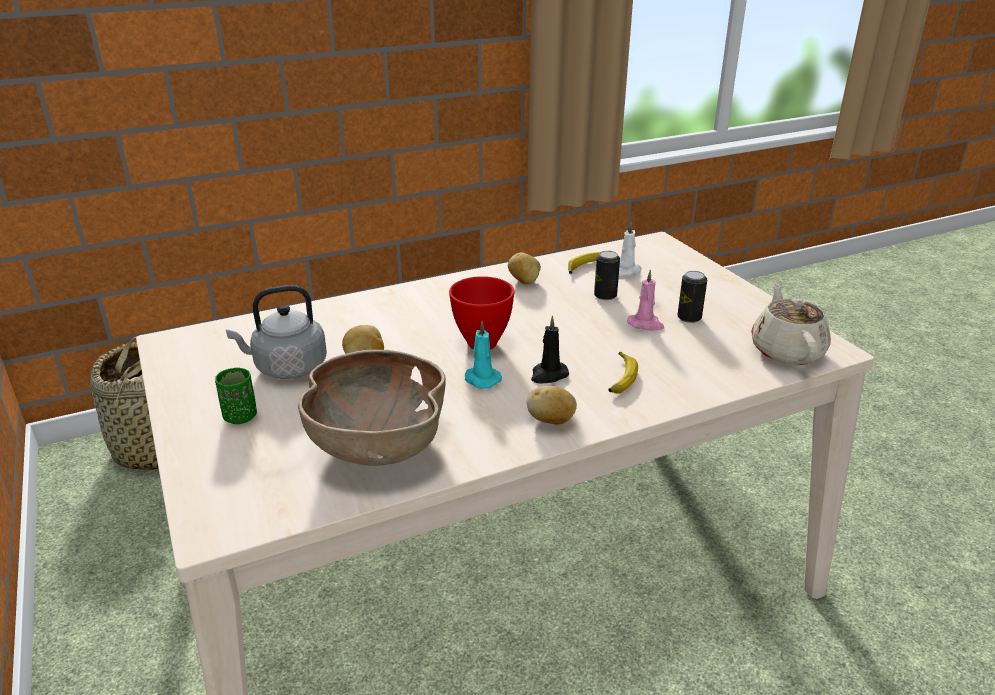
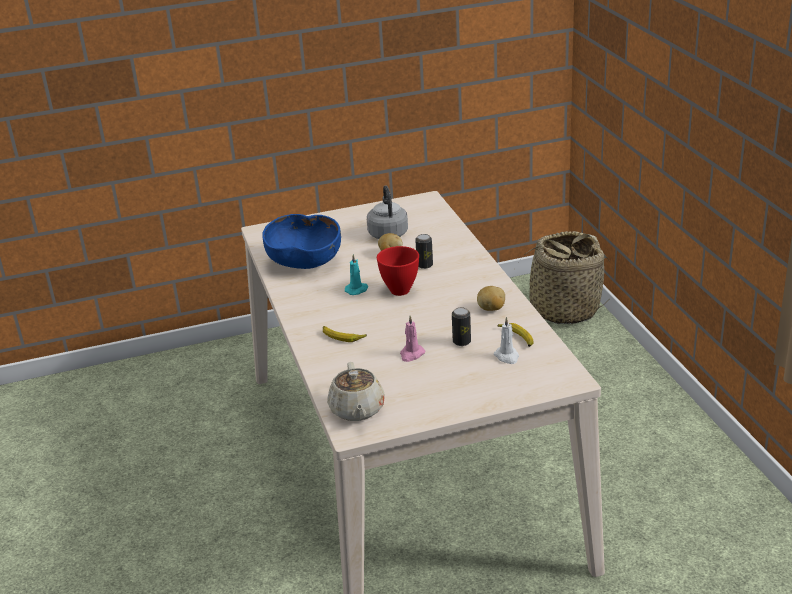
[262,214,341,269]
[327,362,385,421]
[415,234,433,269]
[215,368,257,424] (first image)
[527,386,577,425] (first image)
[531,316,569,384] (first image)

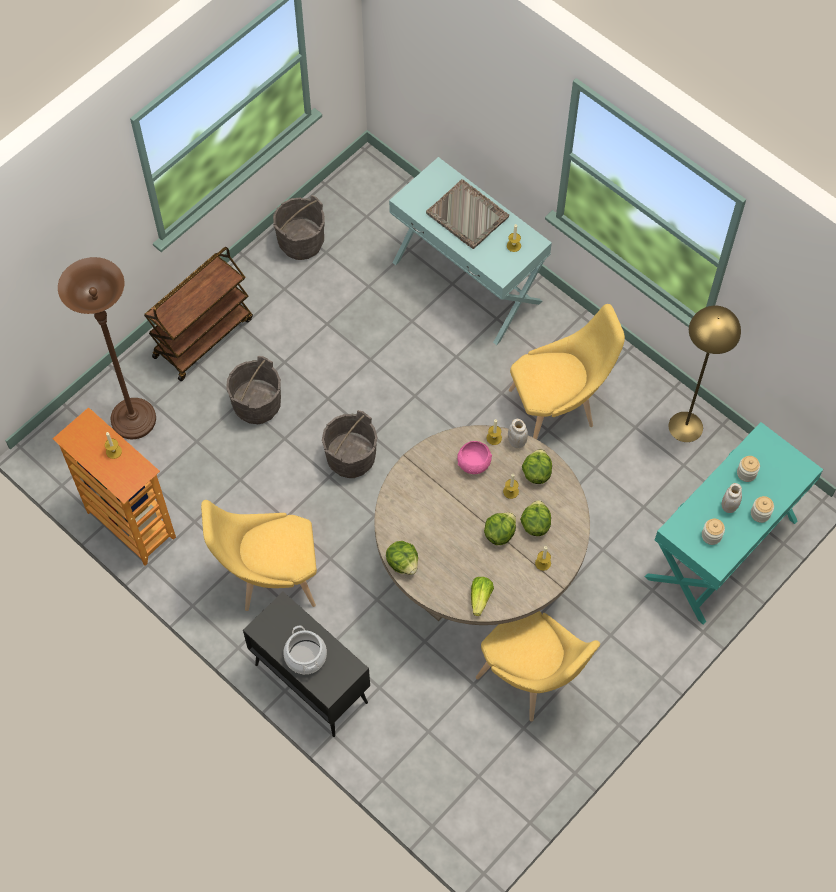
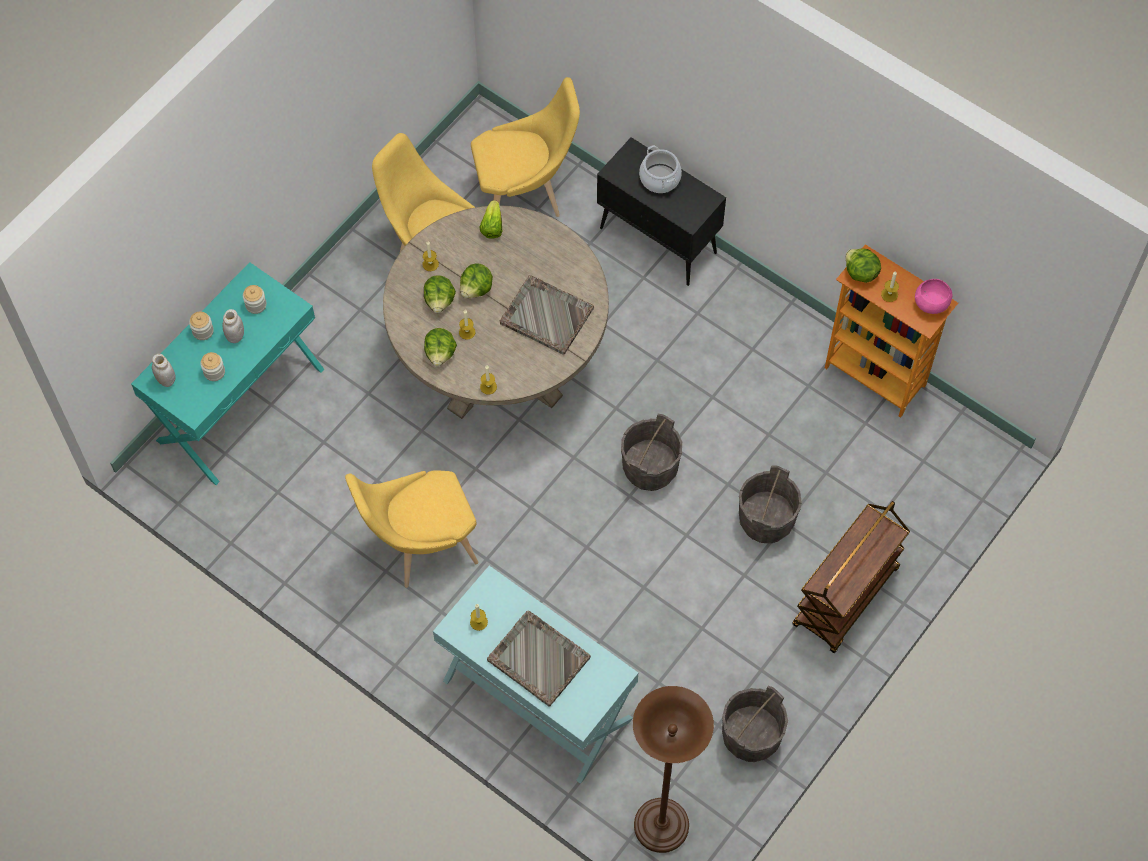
[152,354,175,387]
[471,77,580,217]
[500,275,594,355]
[633,686,714,853]
[845,249,881,283]
[915,279,953,314]
[668,306,741,442] (first image)

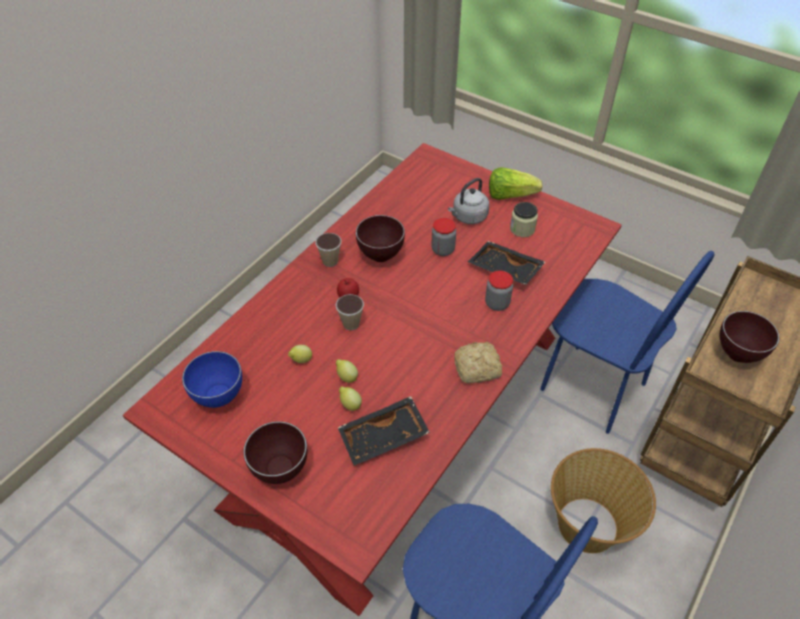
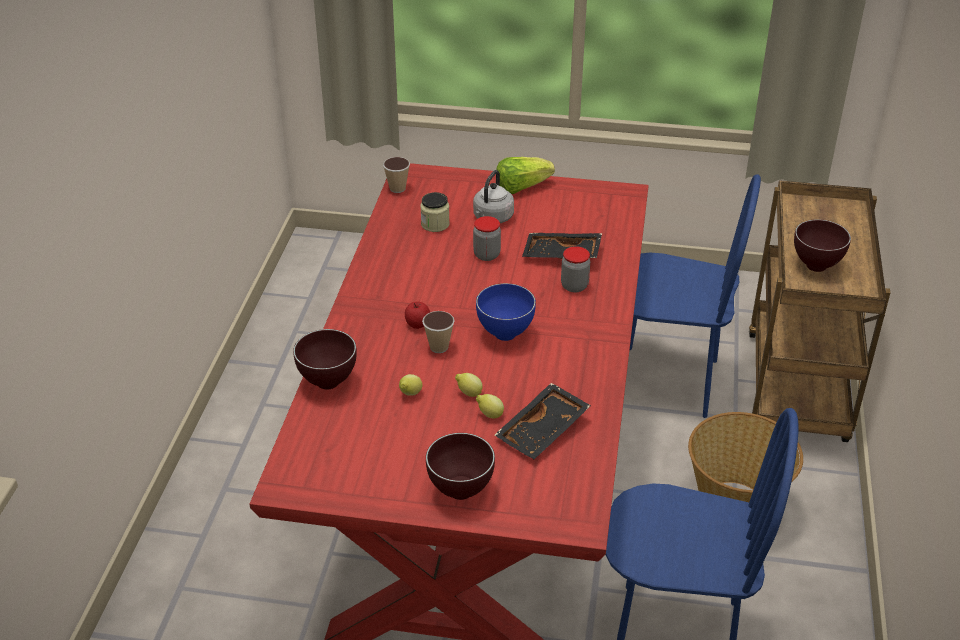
[293,329,357,389]
[383,157,410,193]
[420,192,450,232]
[476,283,536,341]
[454,342,502,383] (first image)

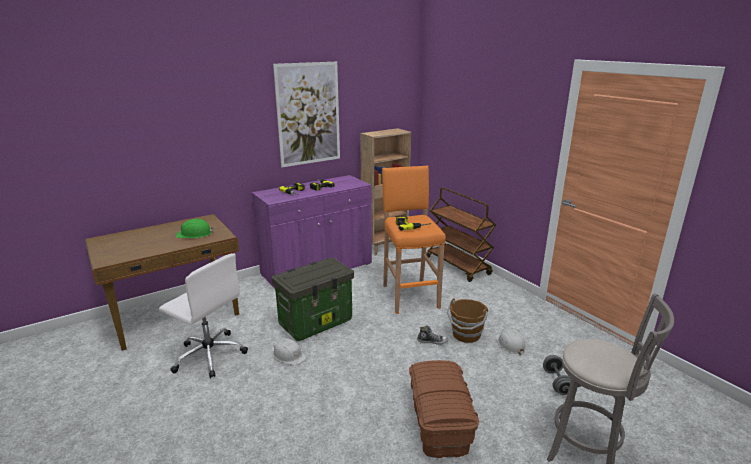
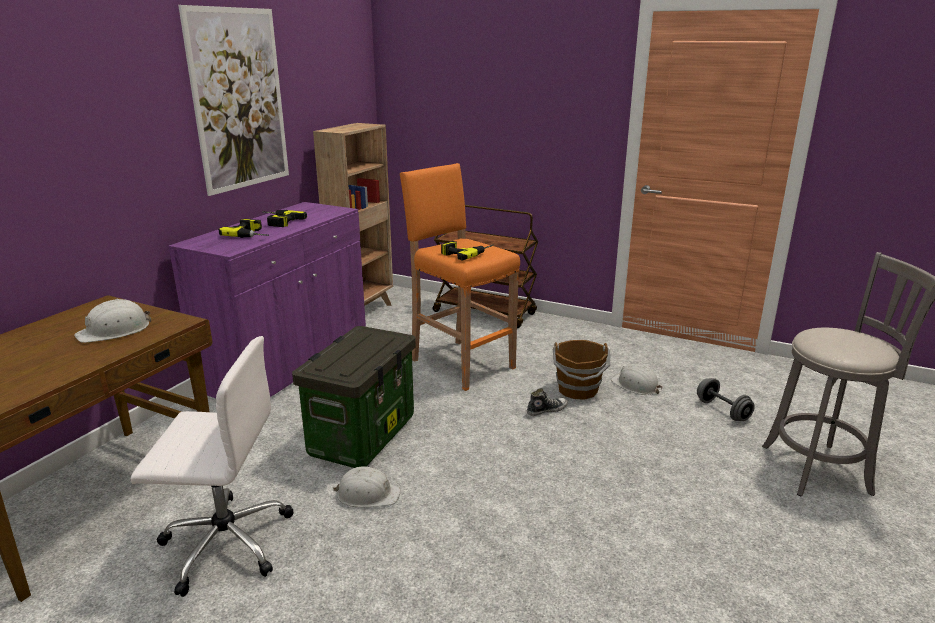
[74,299,151,343]
[409,360,479,458] (first image)

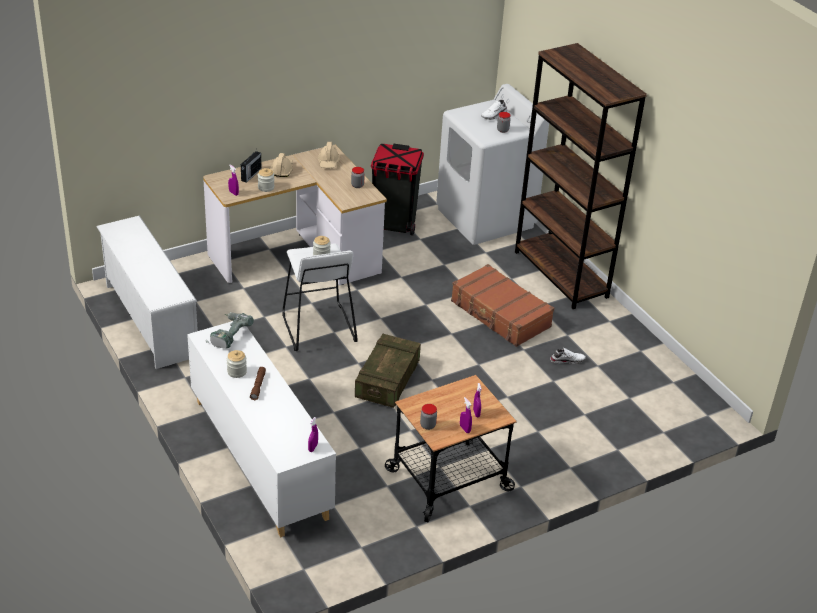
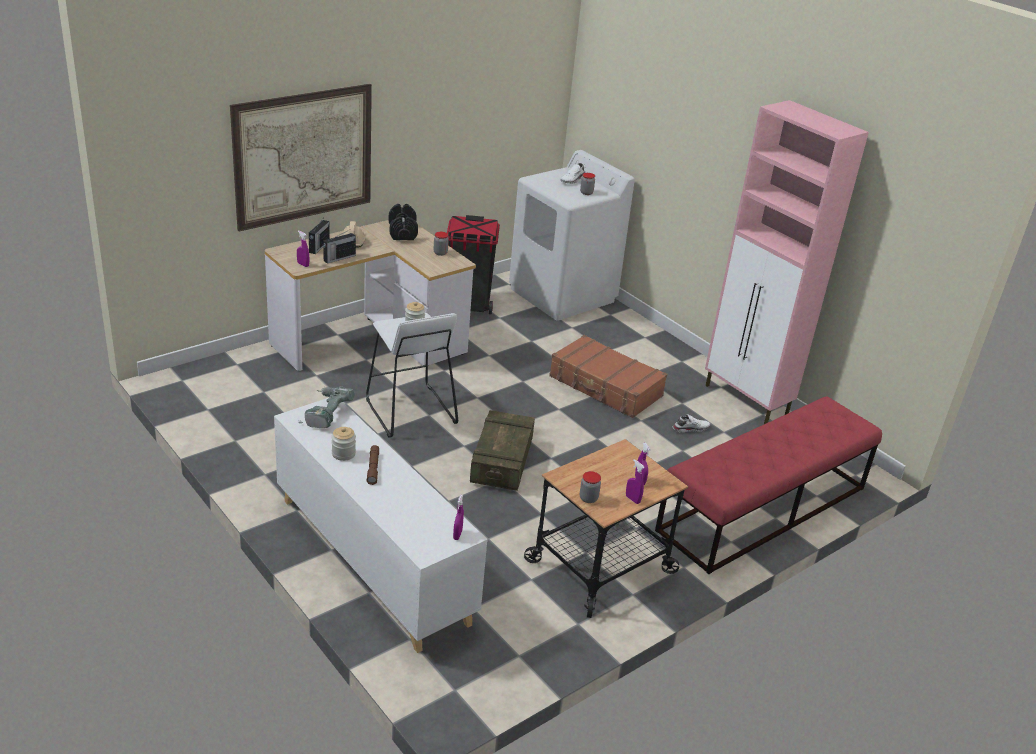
[230,84,372,231]
[323,230,356,264]
[389,204,418,240]
[655,396,882,574]
[705,100,869,424]
[96,216,198,369] (first image)
[515,43,647,309] (first image)

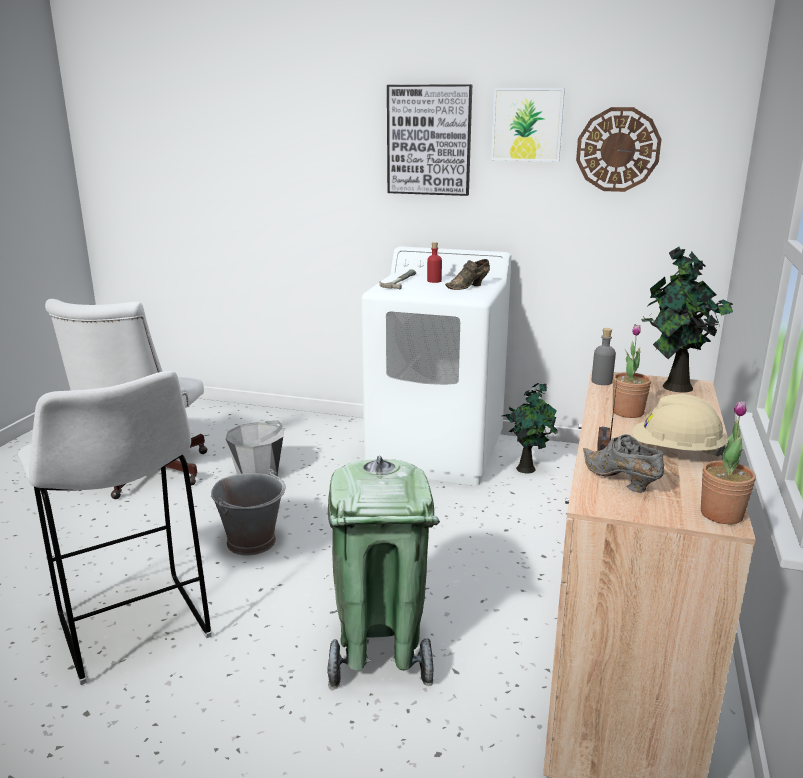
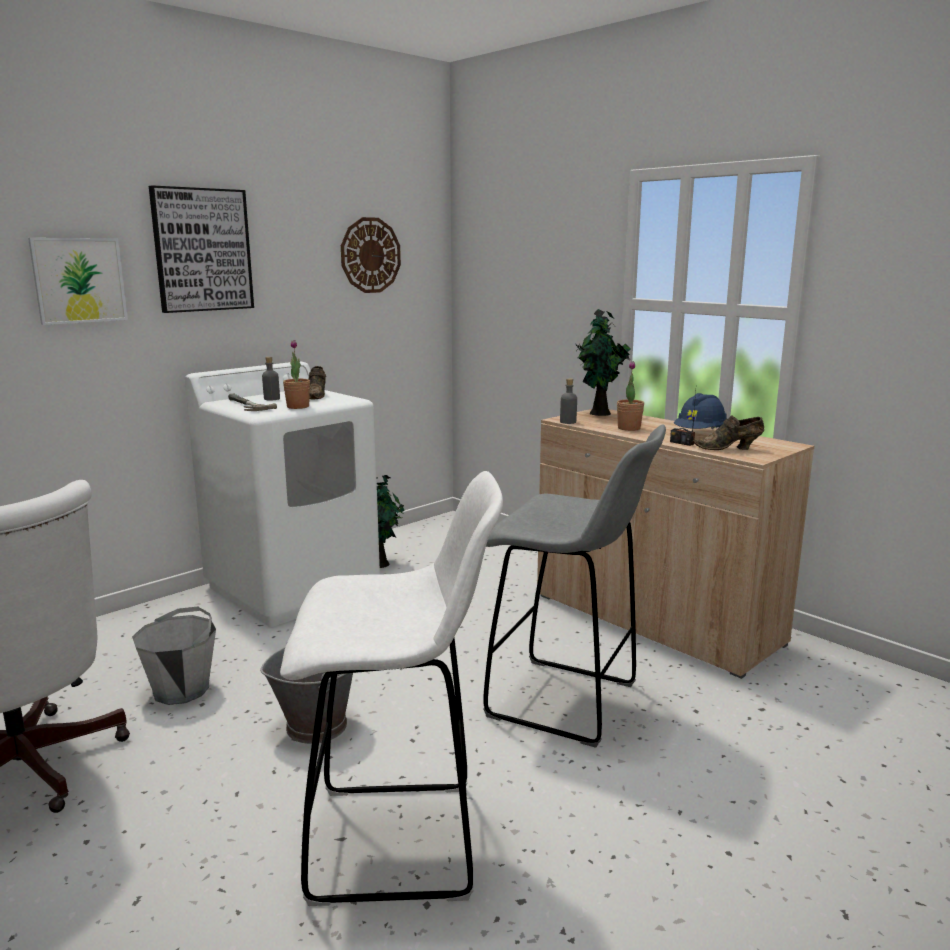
[28,238,128,325]
[262,357,280,400]
[283,340,310,409]
[483,425,666,748]
[674,393,726,429]
[693,415,764,450]

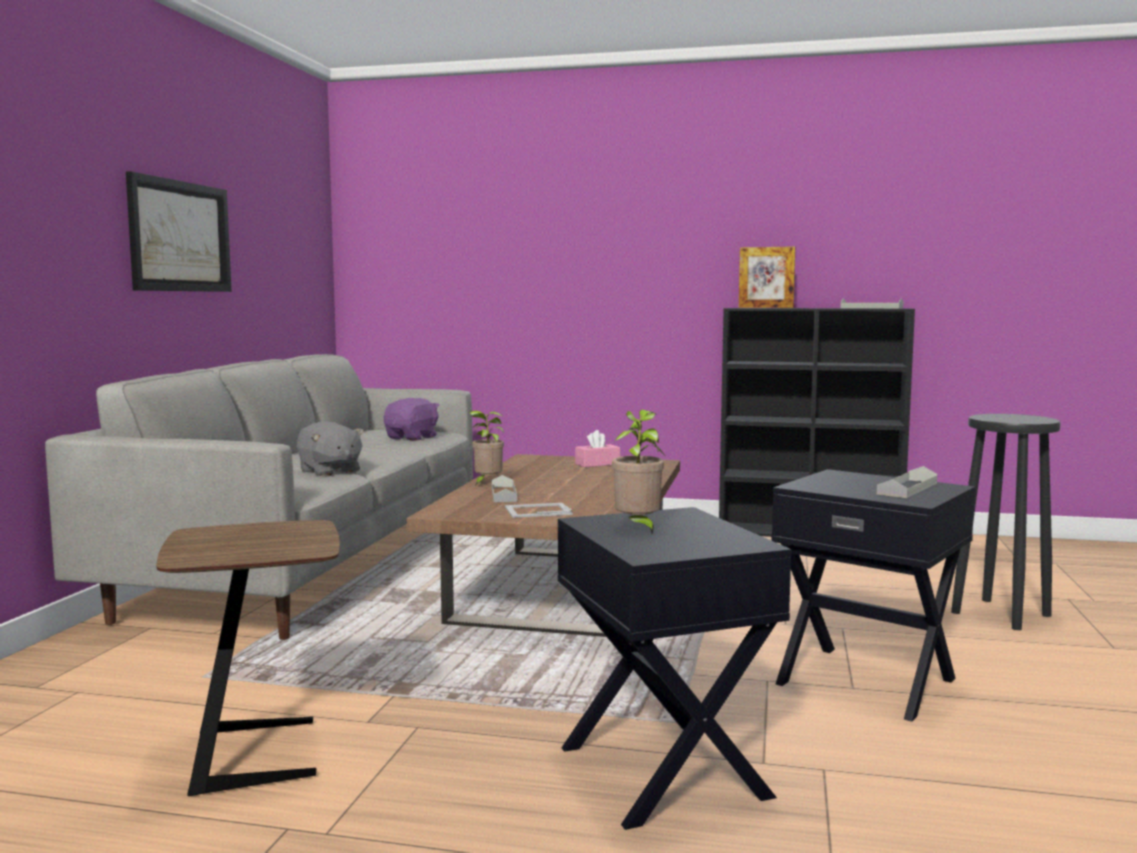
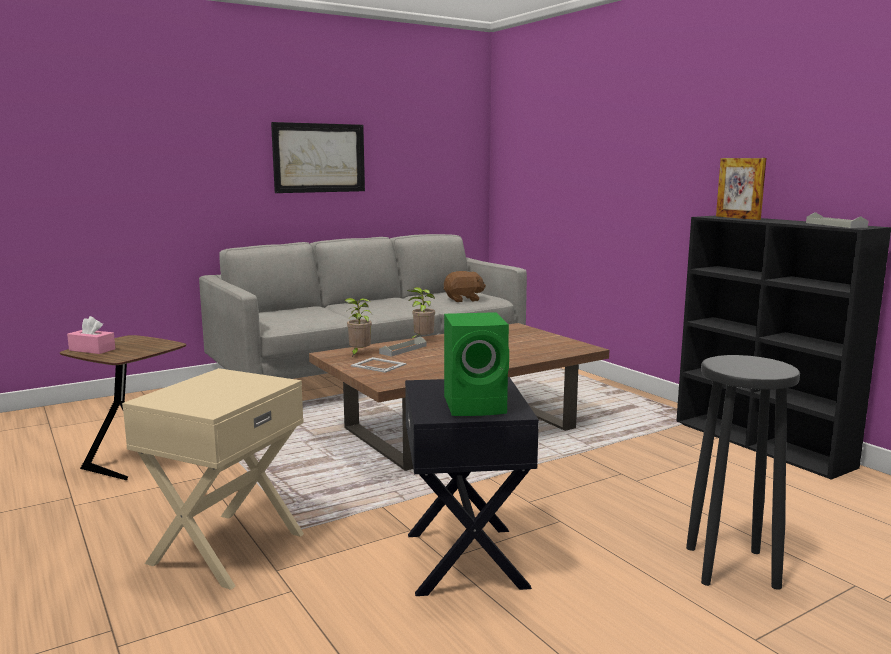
[67,316,115,354]
[122,368,304,590]
[345,298,372,357]
[444,271,486,302]
[444,312,509,416]
[297,421,364,477] (first image)

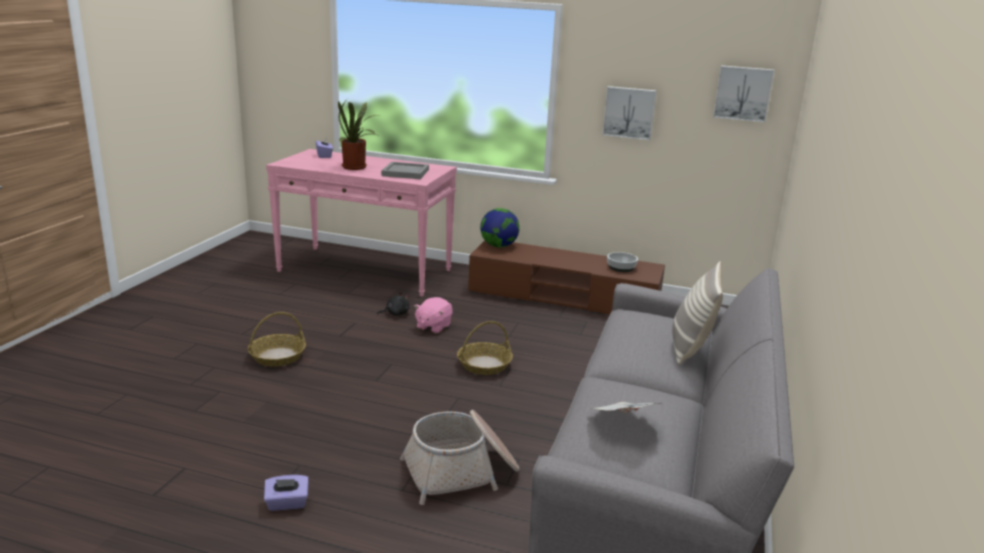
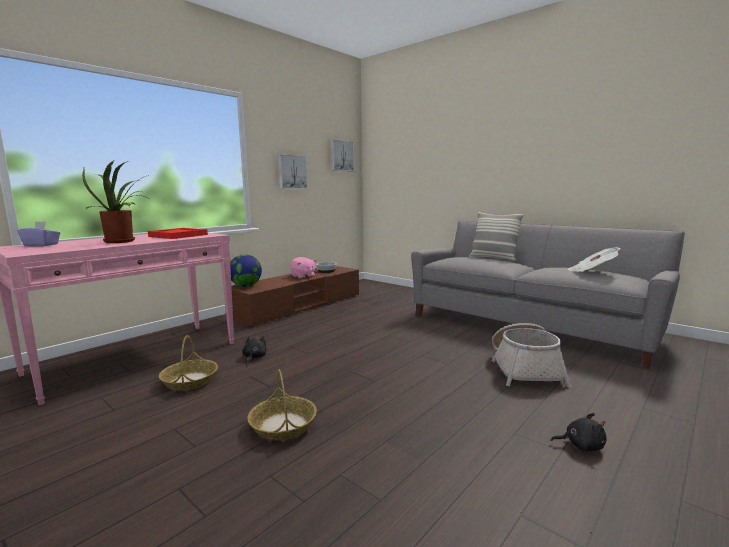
[148,228,208,239]
[159,335,218,391]
[290,257,316,279]
[551,413,606,452]

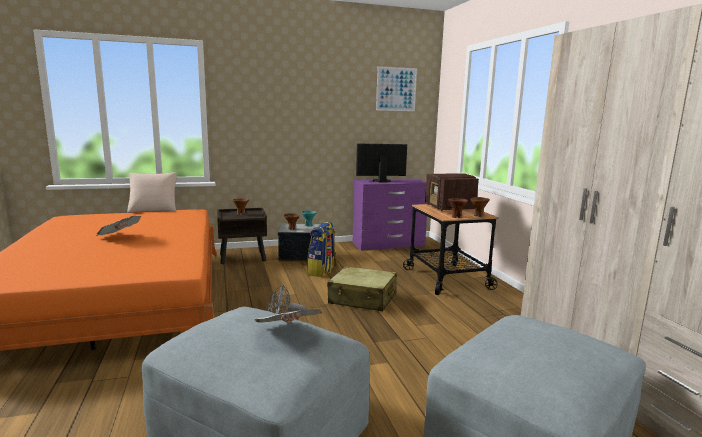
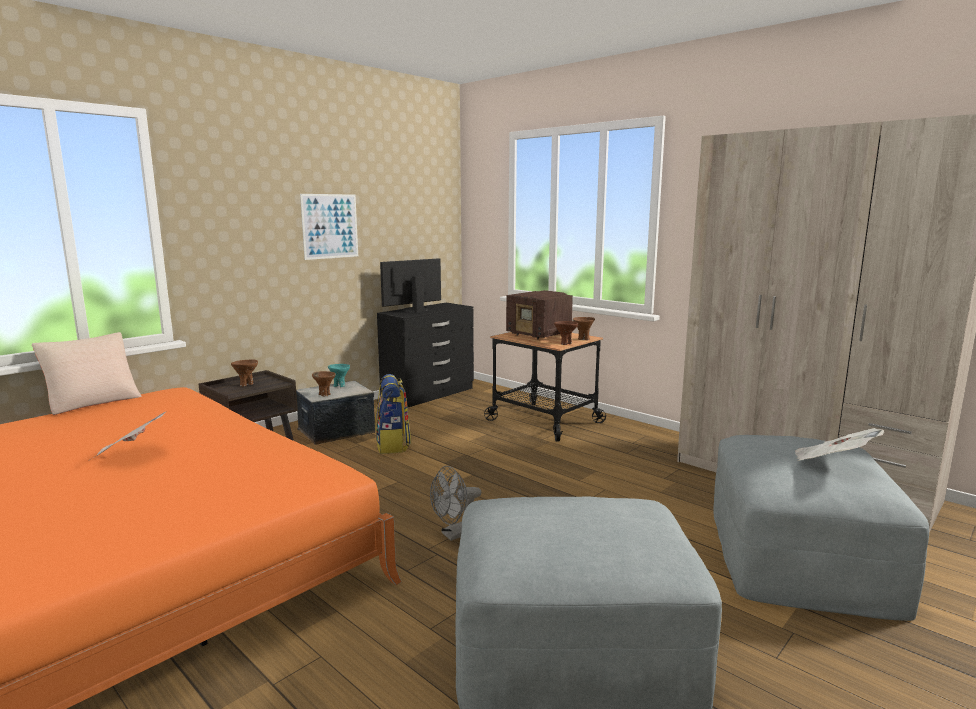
[300,194,358,260]
[377,303,474,408]
[795,428,884,461]
[327,266,397,311] (first image)

